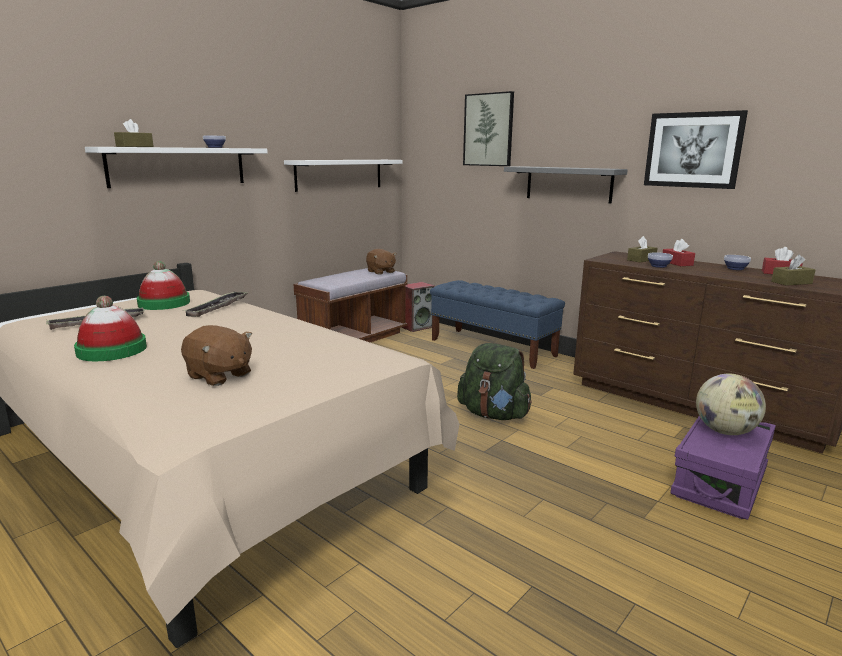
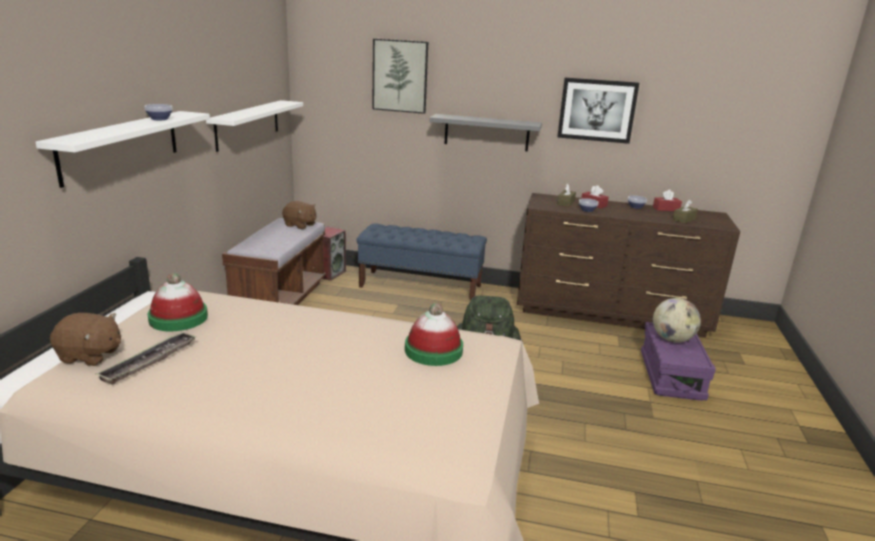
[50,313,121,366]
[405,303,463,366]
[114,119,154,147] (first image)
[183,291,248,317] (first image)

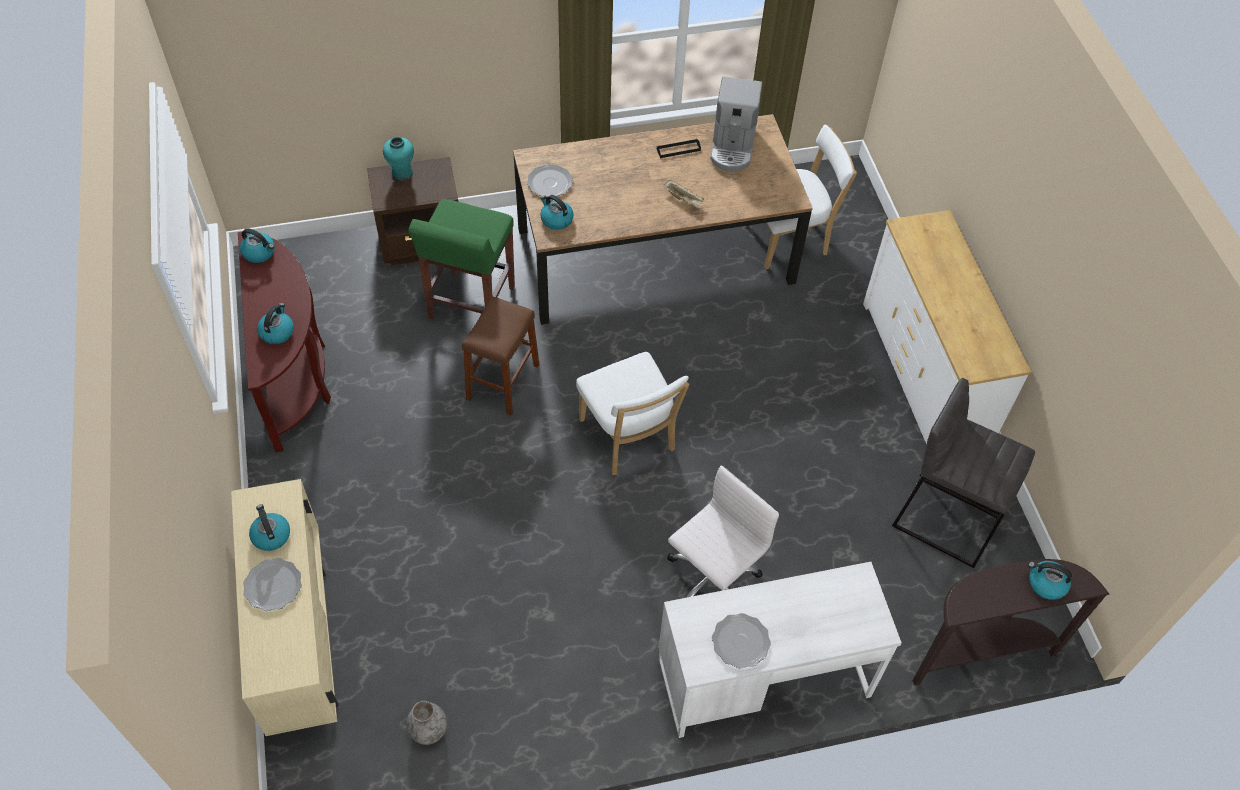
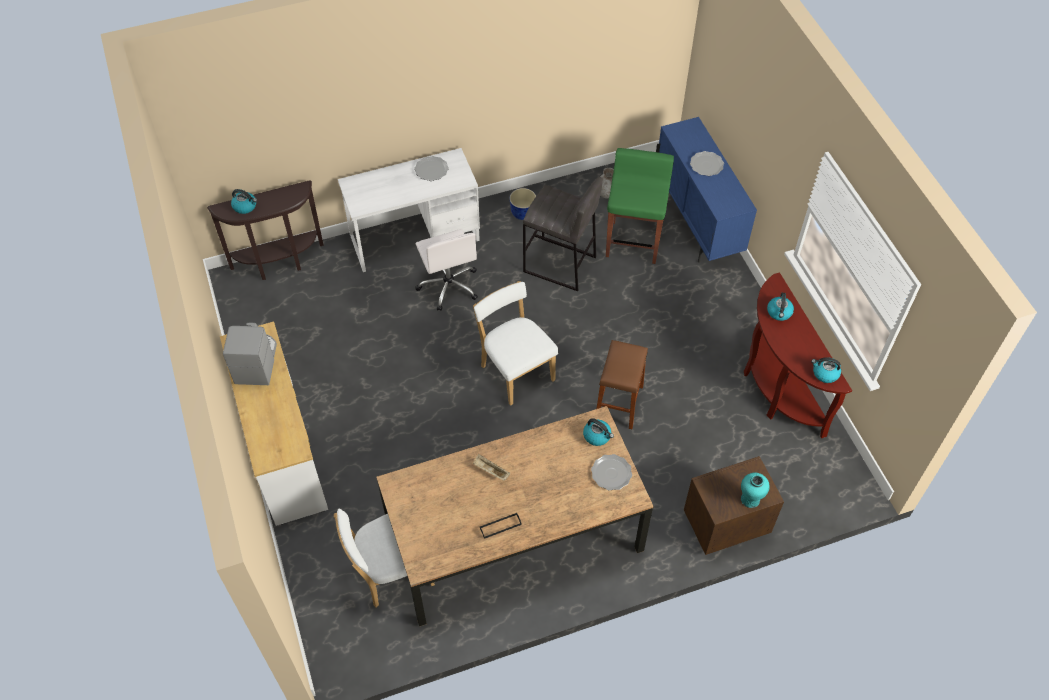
[223,323,277,385]
[415,229,478,311]
[510,188,536,220]
[523,177,603,291]
[606,148,674,264]
[656,117,757,263]
[249,504,290,551] (first image)

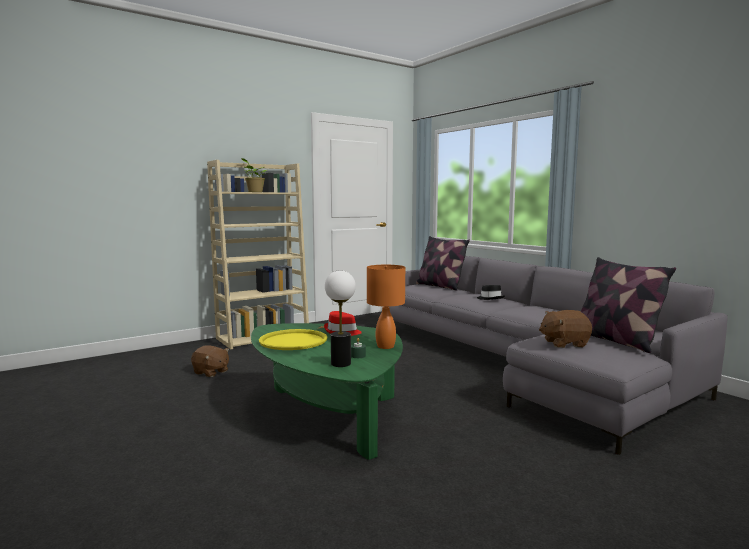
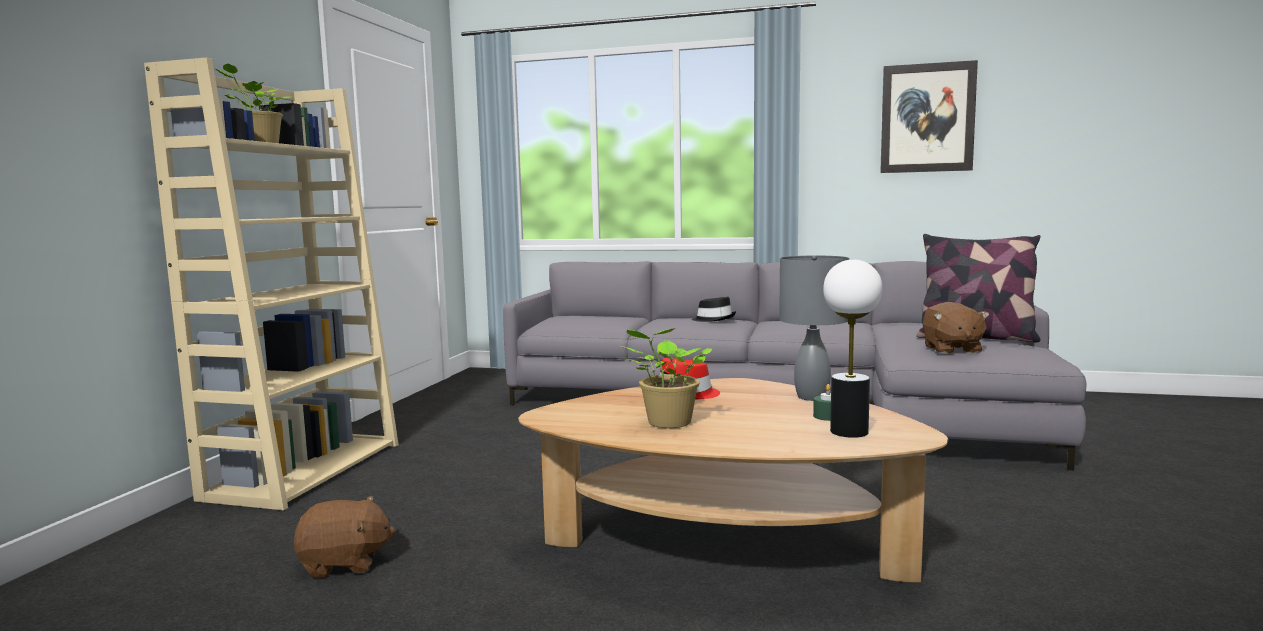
[518,378,948,583]
[621,328,712,428]
[779,255,849,401]
[880,60,978,173]
[923,302,990,354]
[416,236,470,291] (first image)

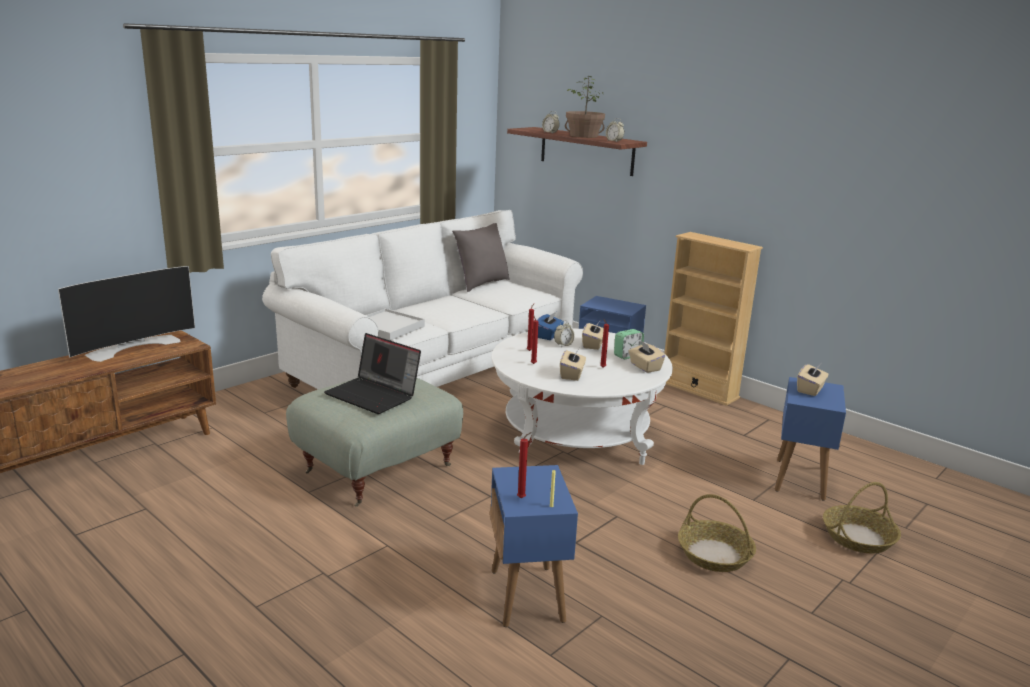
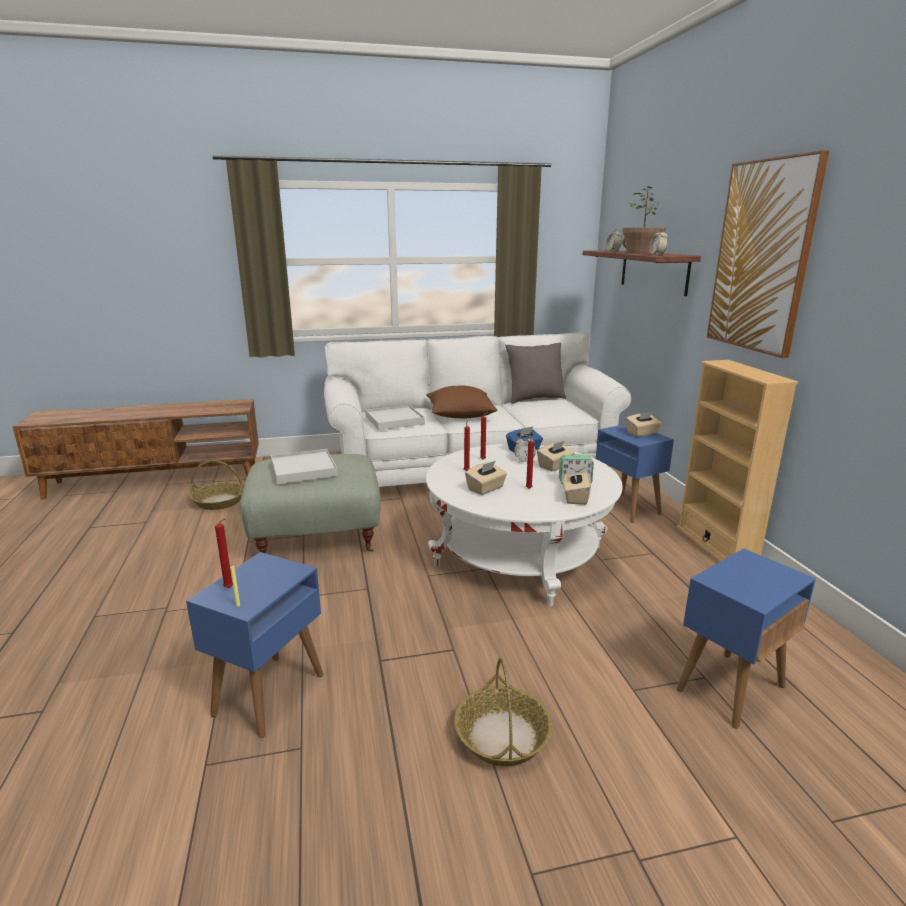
[190,460,244,510]
[271,449,337,484]
[426,386,498,418]
[626,411,661,437]
[707,150,829,358]
[58,266,195,362] (first image)

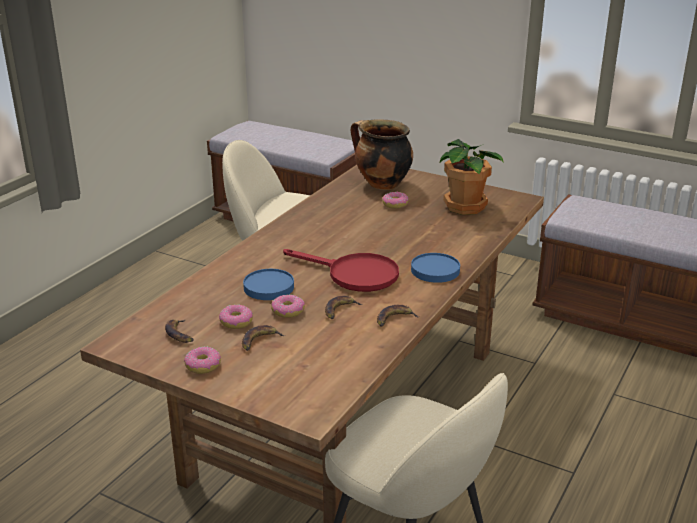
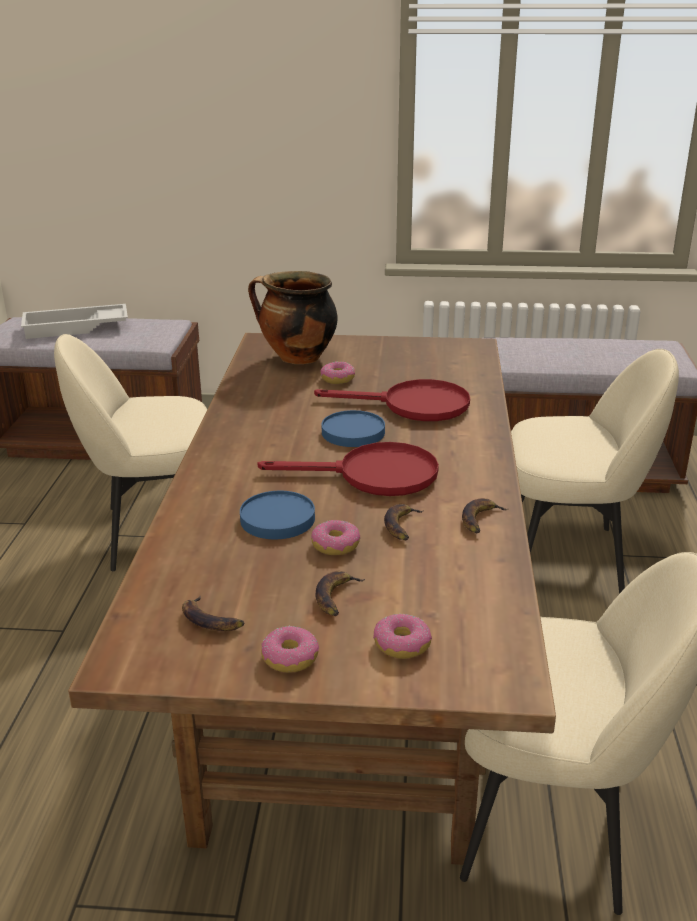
[21,304,128,339]
[314,379,470,421]
[322,410,385,447]
[373,614,432,659]
[511,349,679,594]
[440,139,504,215] (first image)

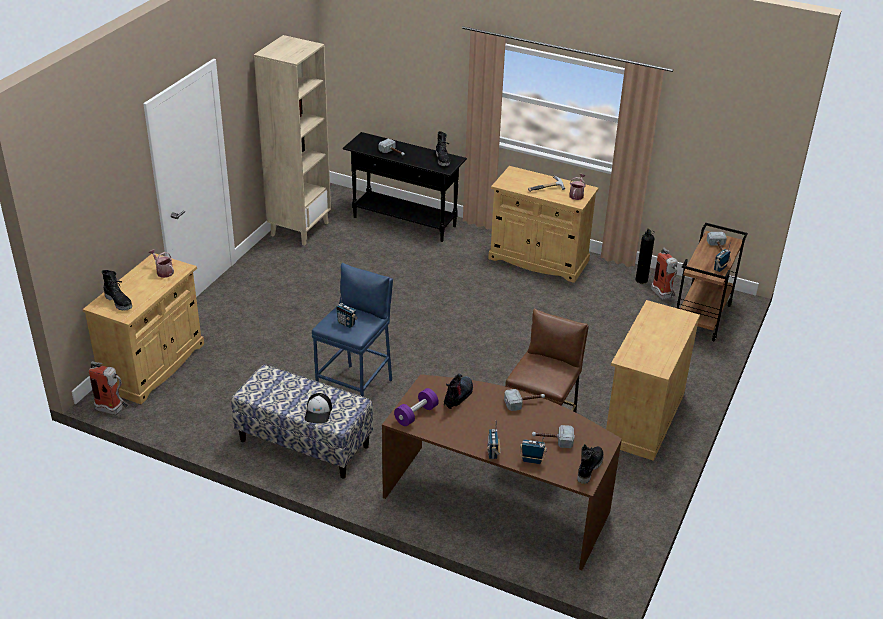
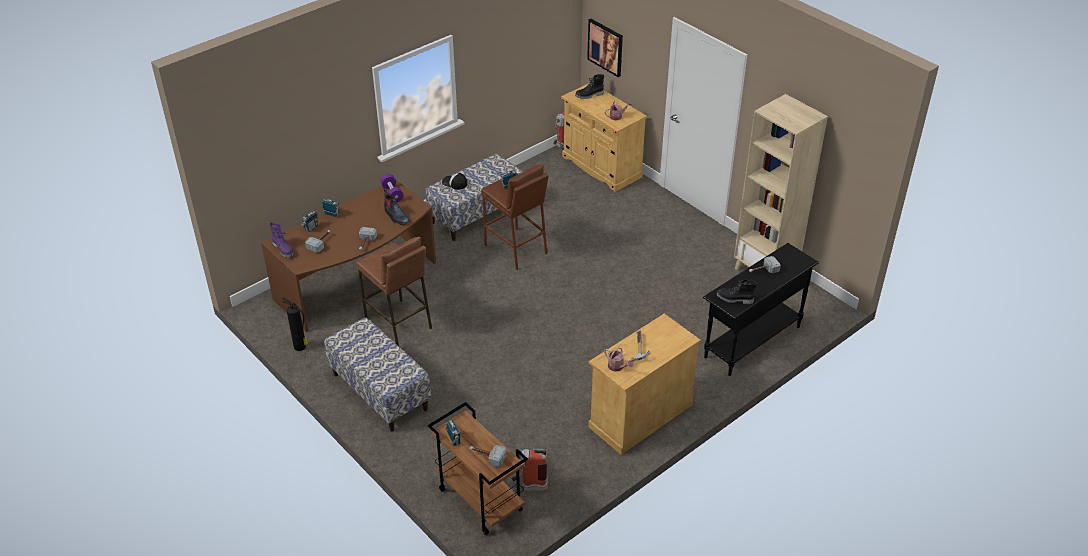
[270,223,294,258]
[282,297,308,351]
[324,317,431,432]
[481,164,549,270]
[587,19,623,77]

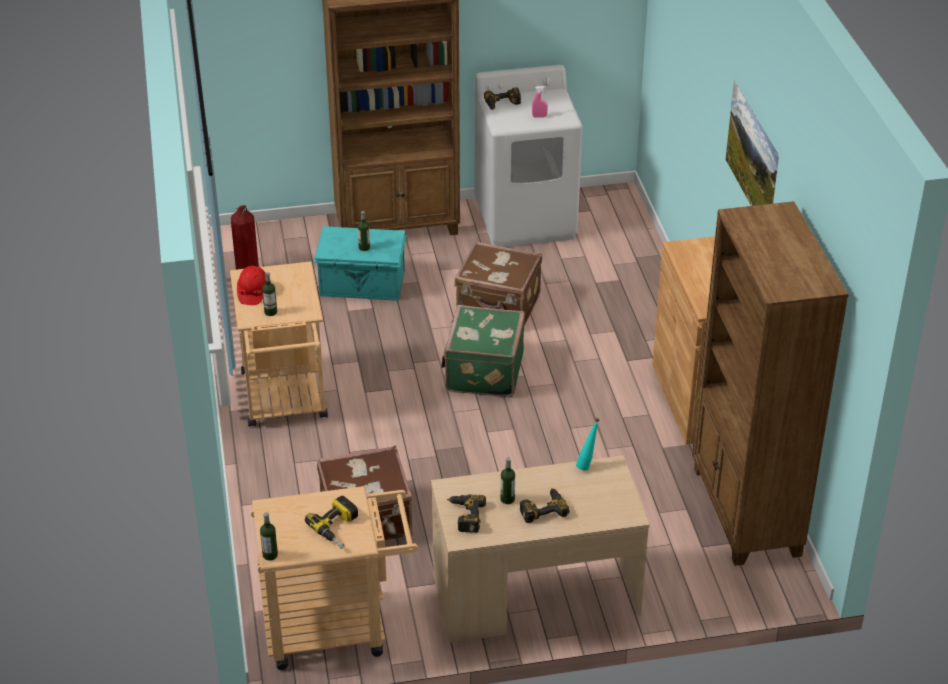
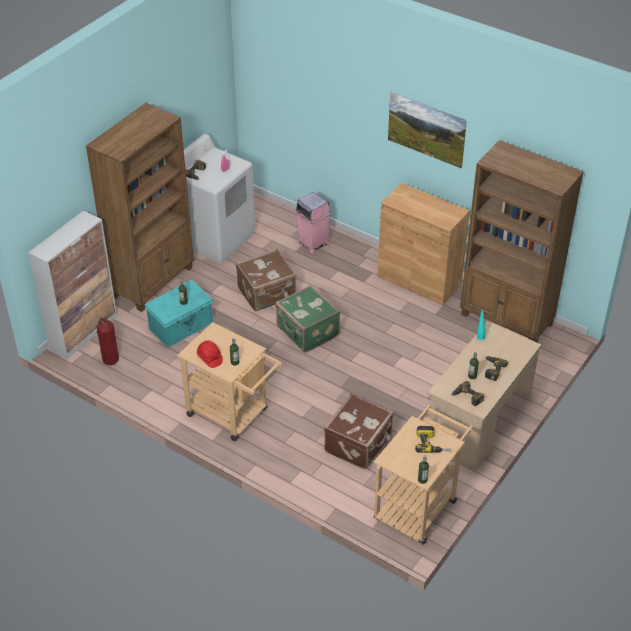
[28,210,117,359]
[295,192,331,254]

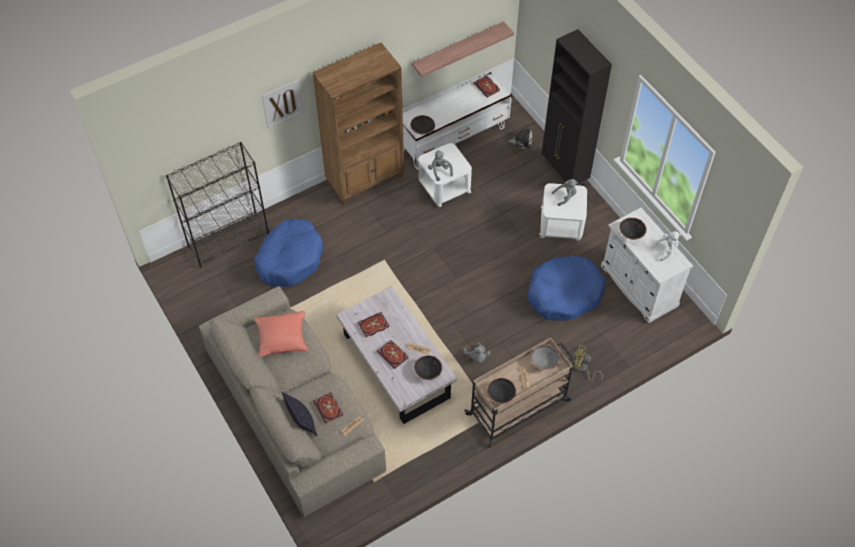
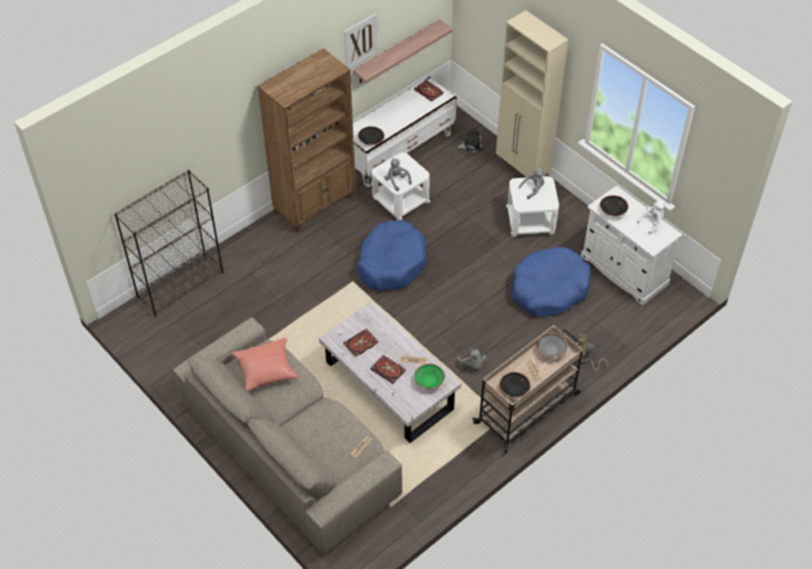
[344,13,378,69]
[357,220,427,291]
[414,364,445,389]
[496,10,568,177]
[282,392,318,436] (first image)
[313,392,343,423] (first image)

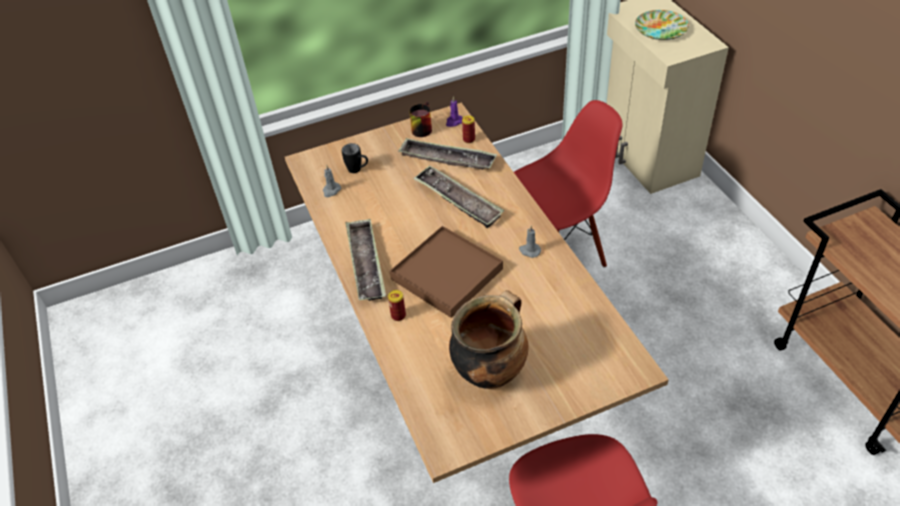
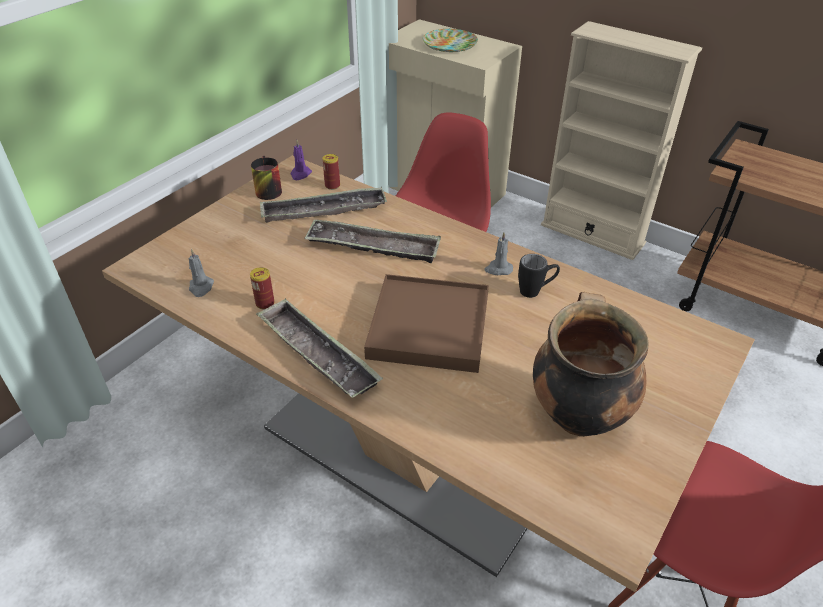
[250,267,274,310]
[518,254,560,298]
[541,21,702,260]

